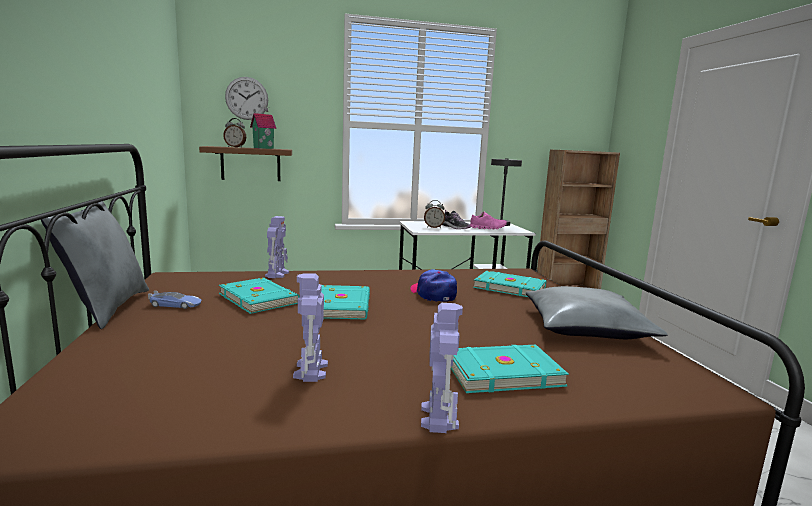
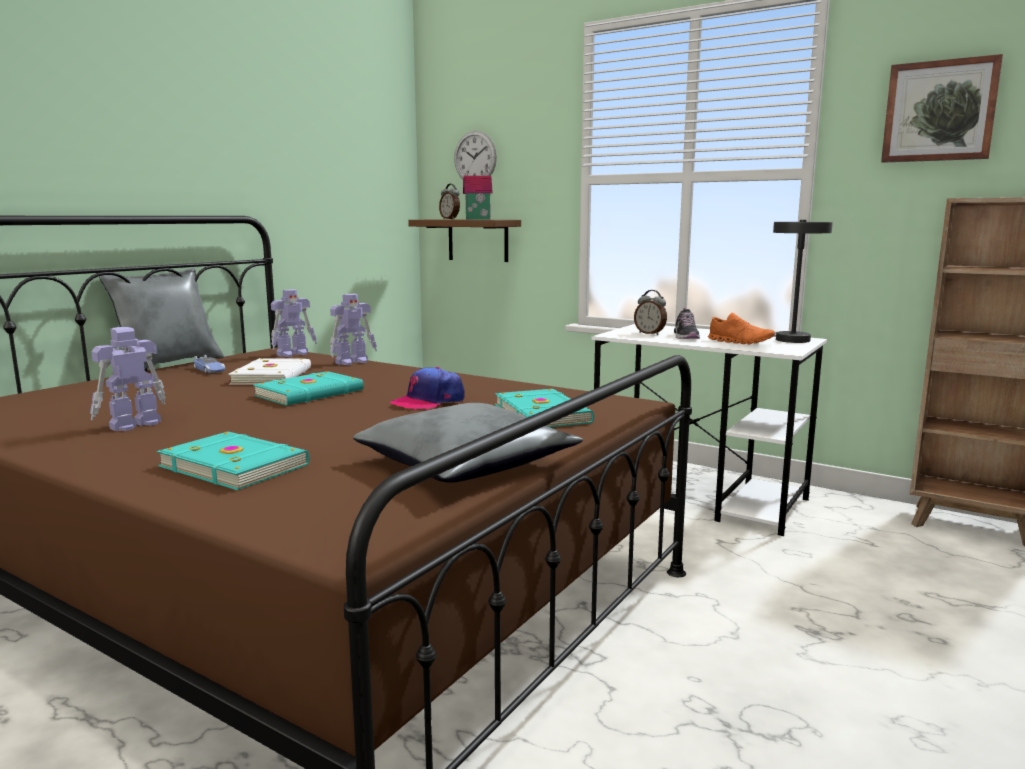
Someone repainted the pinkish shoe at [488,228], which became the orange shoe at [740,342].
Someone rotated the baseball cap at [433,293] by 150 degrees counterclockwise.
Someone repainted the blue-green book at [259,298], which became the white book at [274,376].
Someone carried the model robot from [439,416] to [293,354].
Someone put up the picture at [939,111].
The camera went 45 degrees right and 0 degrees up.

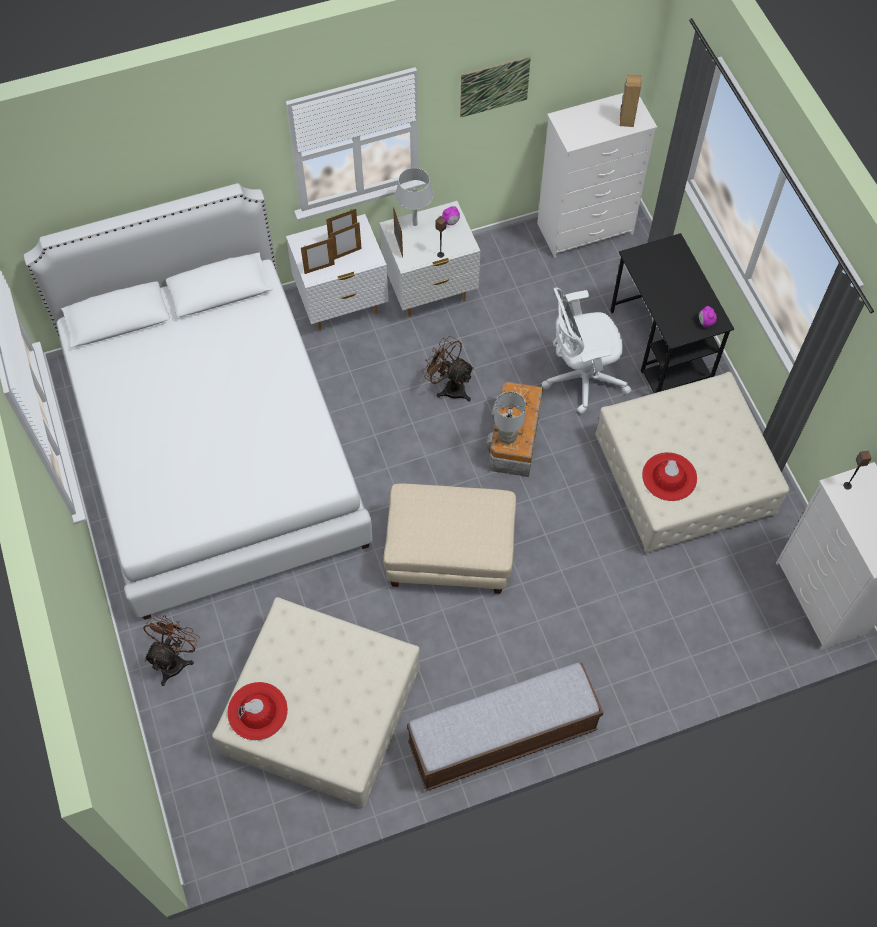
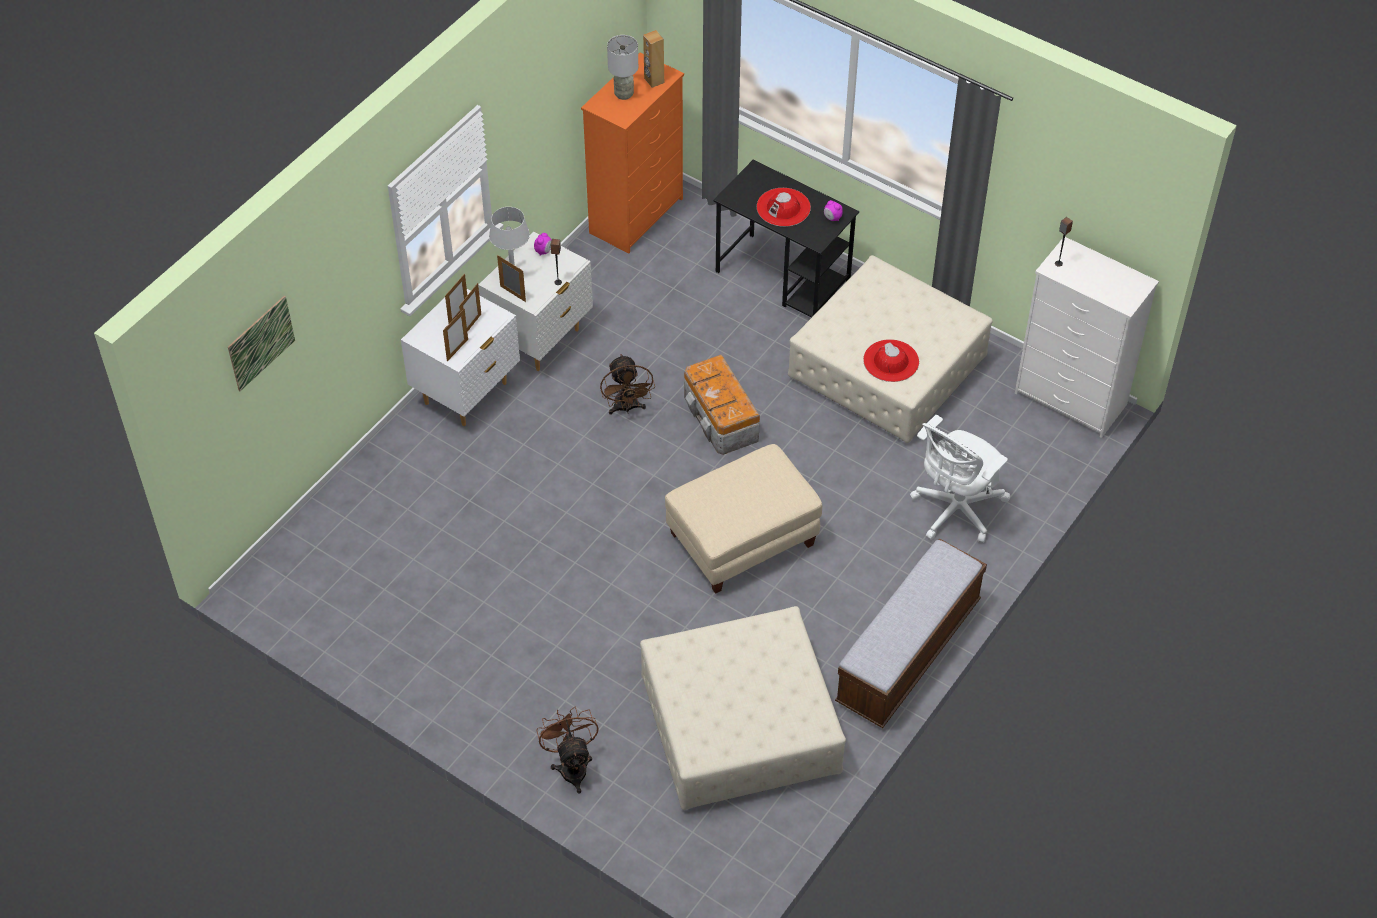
Someone carried the picture from [494,86] to [261,343].
Someone repainted the white dresser at [586,229], which became the orange dresser at [637,215].
Someone took away the white bedroom bed at [215,449].
Someone carried the white office chair from [580,379] to [955,511].
Someone rotated the brown cooling fan at [449,387] by 105 degrees counterclockwise.
Someone carried the gray lamp for a table from [507,436] to [624,94].
Someone carried the reddish hat from [257,711] to [783,207].
The camera went 35 degrees left and 10 degrees down.

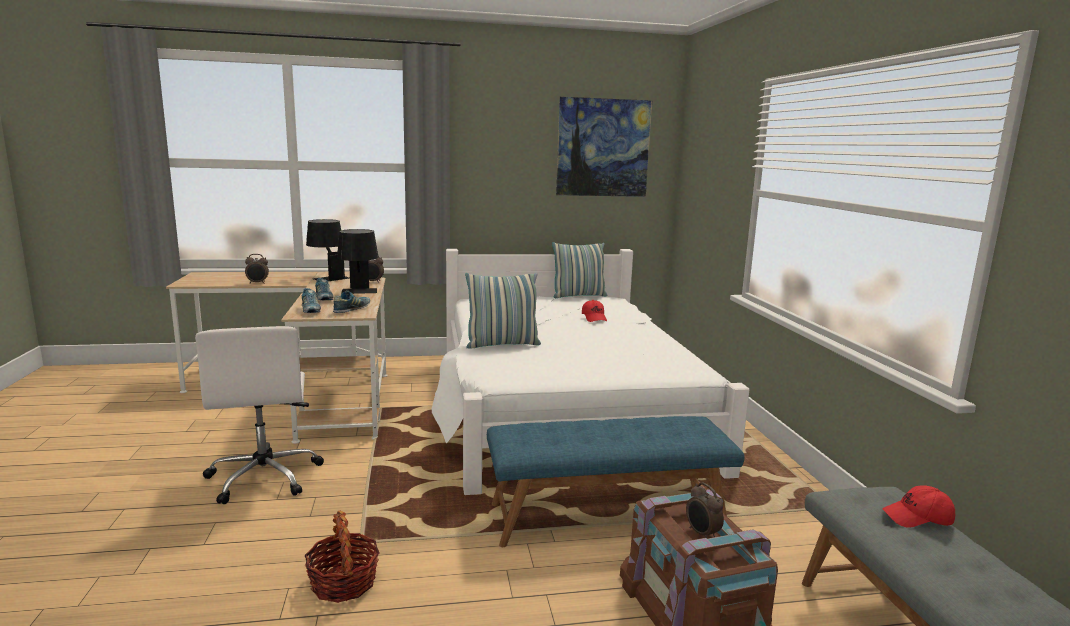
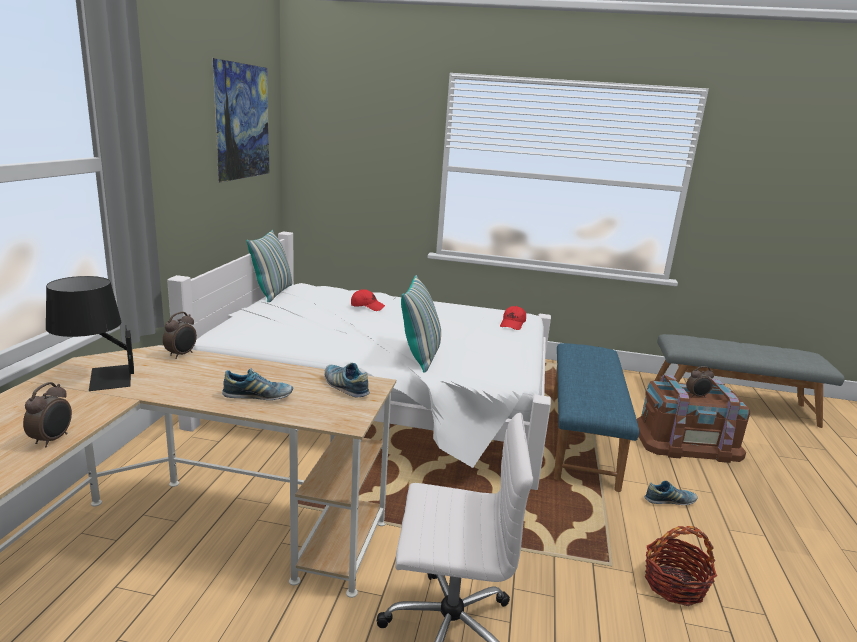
Someone took away the blackish lamp for a table at [359,292].
Someone carried the shoe from [310,310] to [669,501].
Someone carried the reddish baseball cap from [918,518] to [513,324].
The camera went 70 degrees left and 5 degrees up.

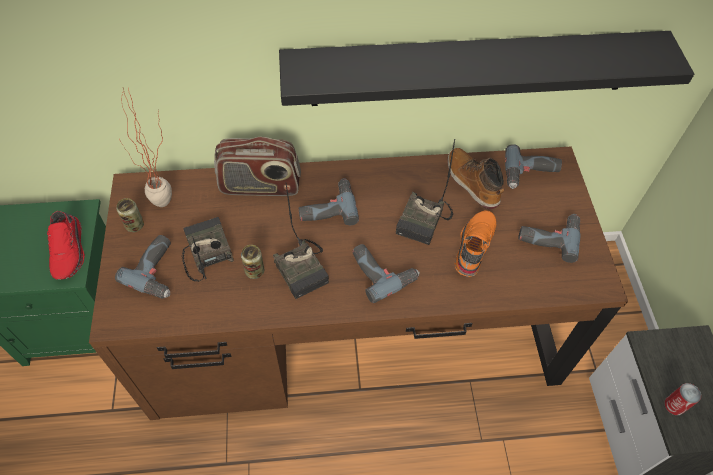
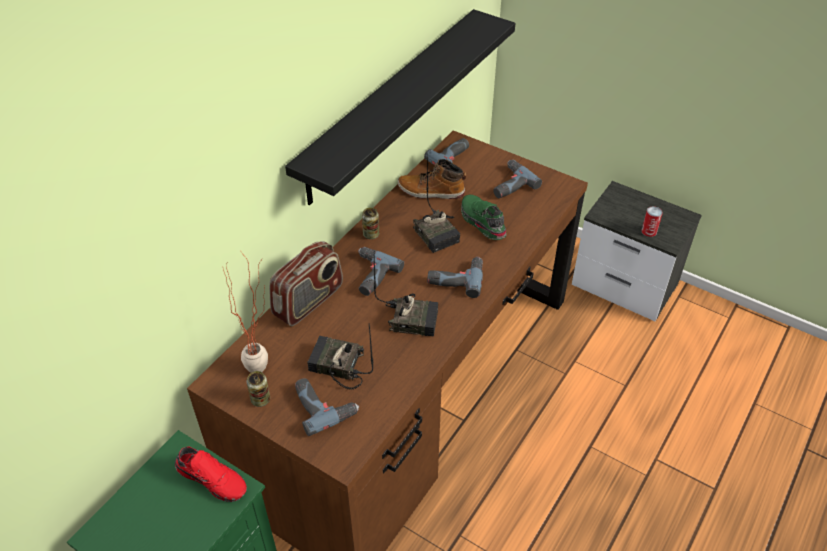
Someone repainted the orange shoe at [473,246], which became the green shoe at [481,222].
Someone carried the metal can from [254,271] to [371,234].
The camera went 50 degrees left and 10 degrees down.

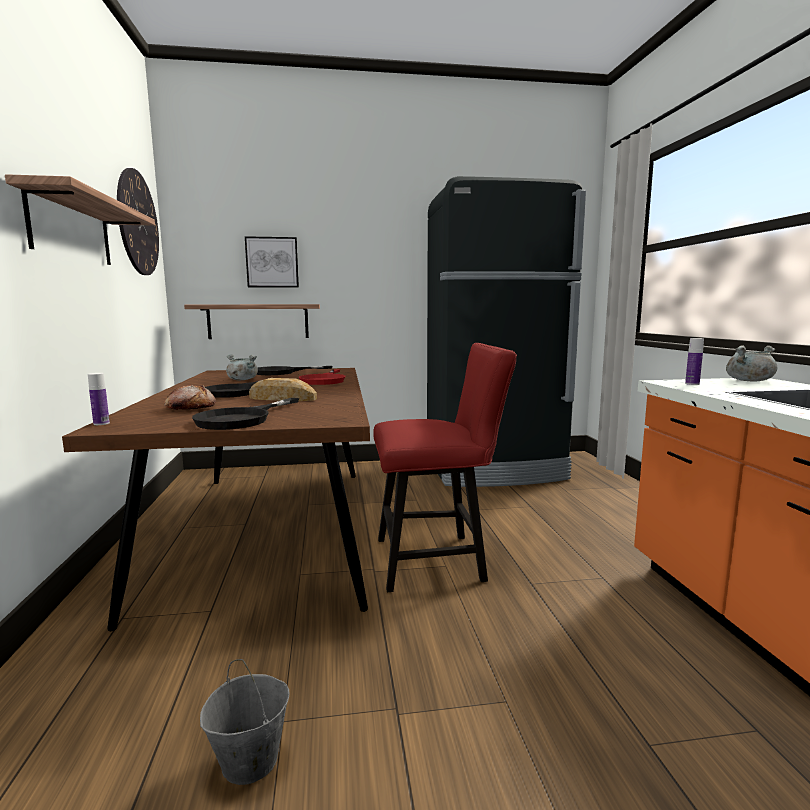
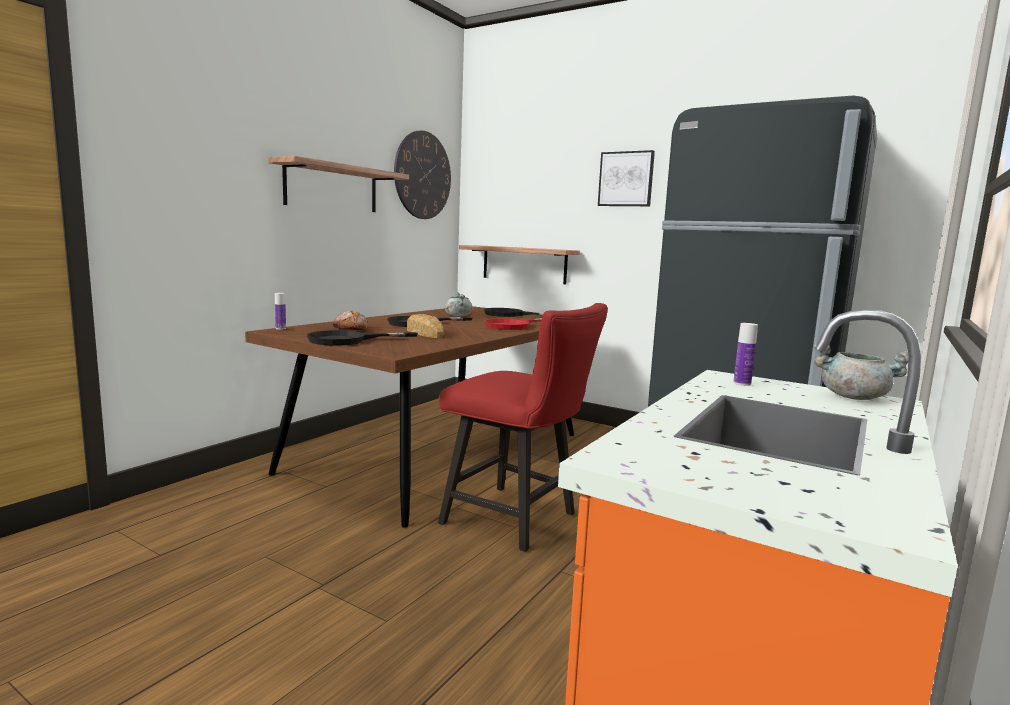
Someone carried the picture from [272,262] to [626,179].
Someone took away the gray pail at [249,761].
The camera went 40 degrees right and 0 degrees up.

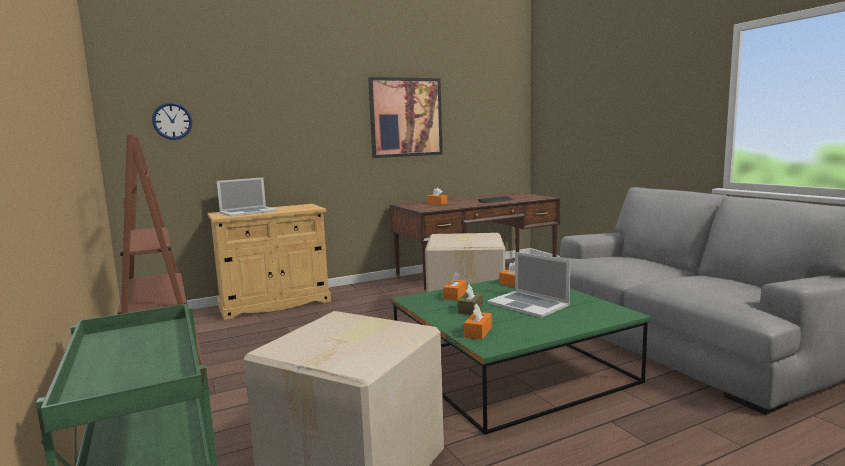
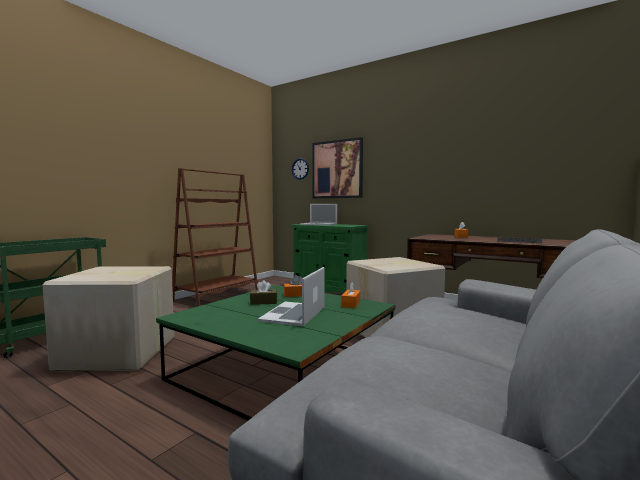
Someone carried the picture from [406,117] to [337,169].
Someone repainted the beige storage cabinet at [275,304], which became the green storage cabinet at [329,288].
Someone took away the orange tissue box at [478,332].
The camera went 60 degrees right and 5 degrees down.

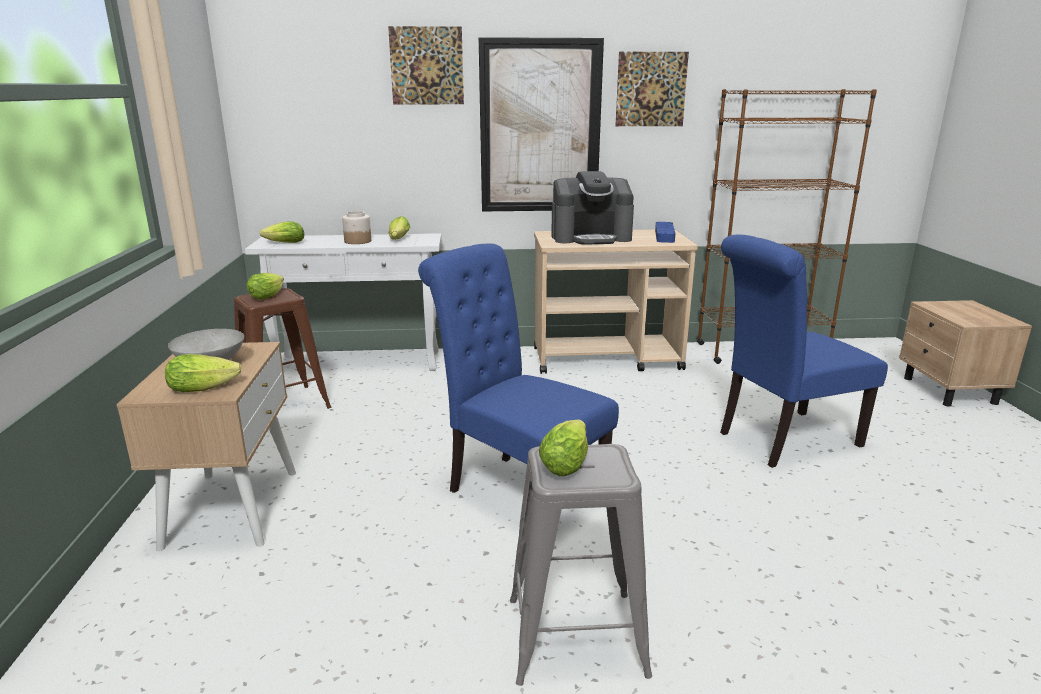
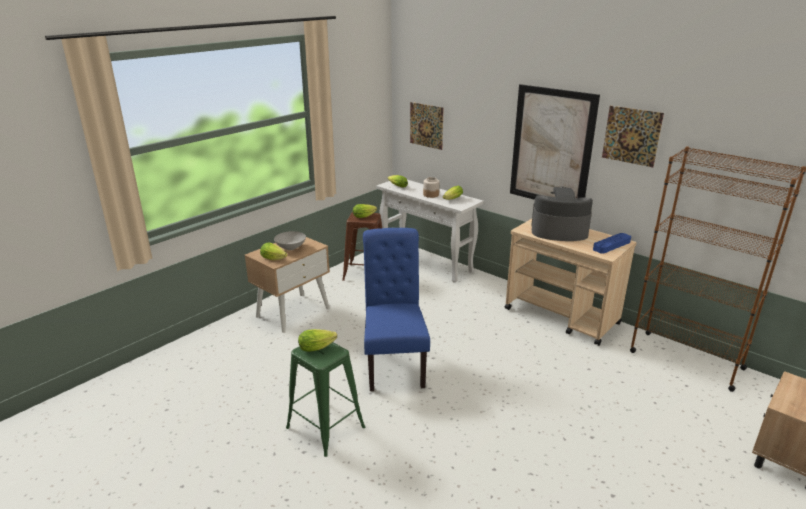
Someone carried the picture from [427,66] to [426,125].
Someone rotated the coffee machine at [591,237] by 150 degrees clockwise.
Someone took away the bluish chair at [782,440].
Someone repainted the gray stool at [576,636], which became the green stool at [325,427].
The camera went 45 degrees right and 5 degrees up.

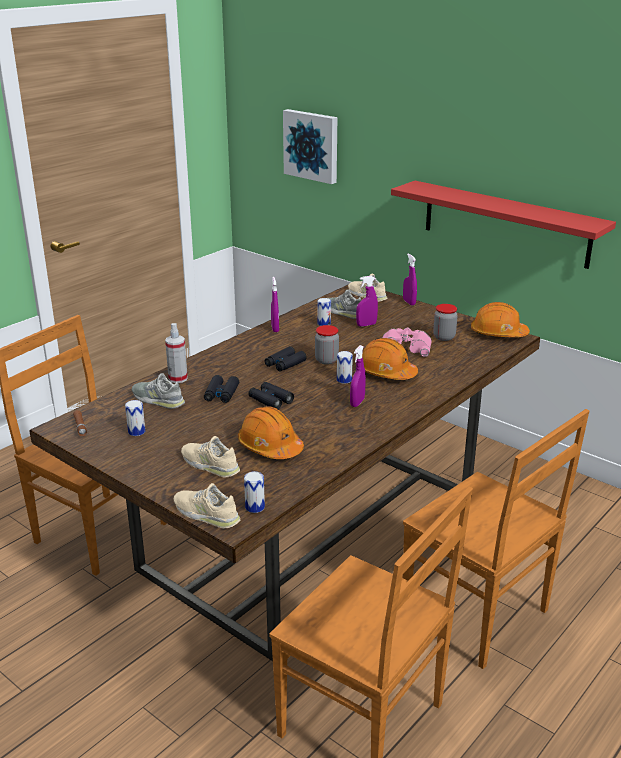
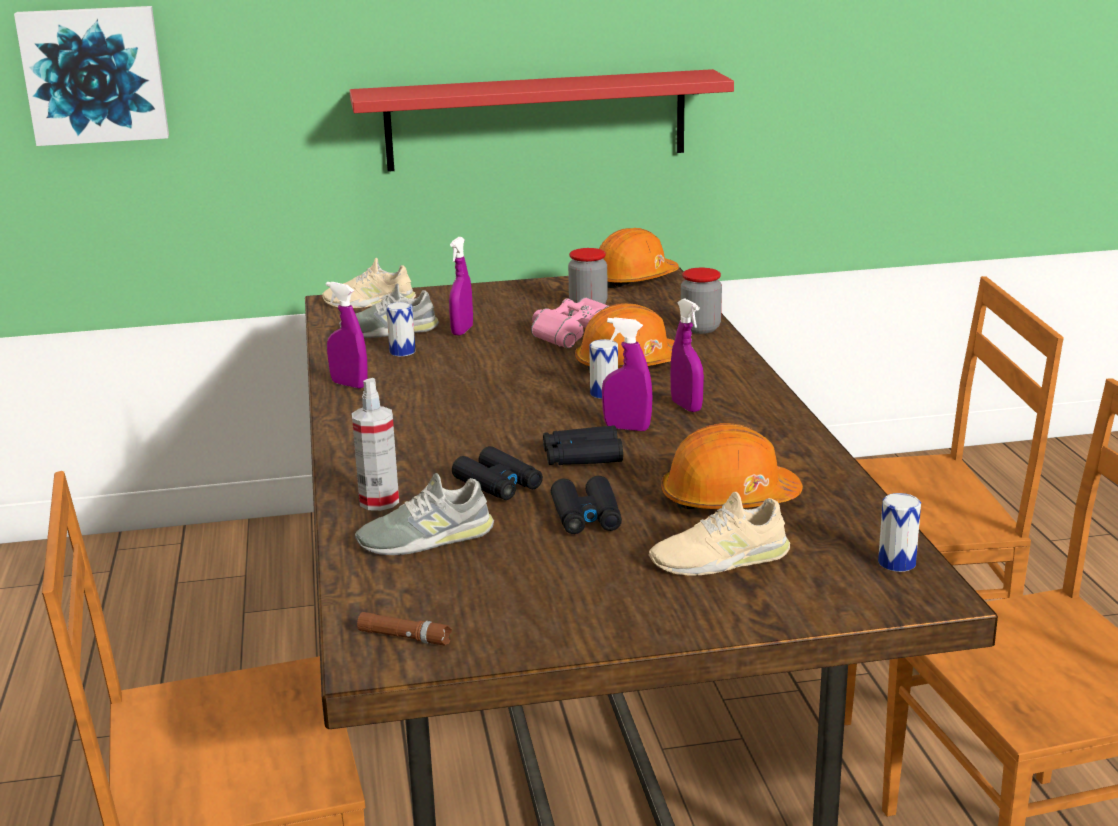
Someone carried the purple hand sprayer from [409,302] to [627,428].
Someone carried the storage jar from [326,360] to [700,328].
Someone carried the blackish binoculars from [285,364] to [586,516].
Someone took away the metal can at [136,431].
Someone took away the beige shoe at [206,513].
The camera went 50 degrees left and 5 degrees down.

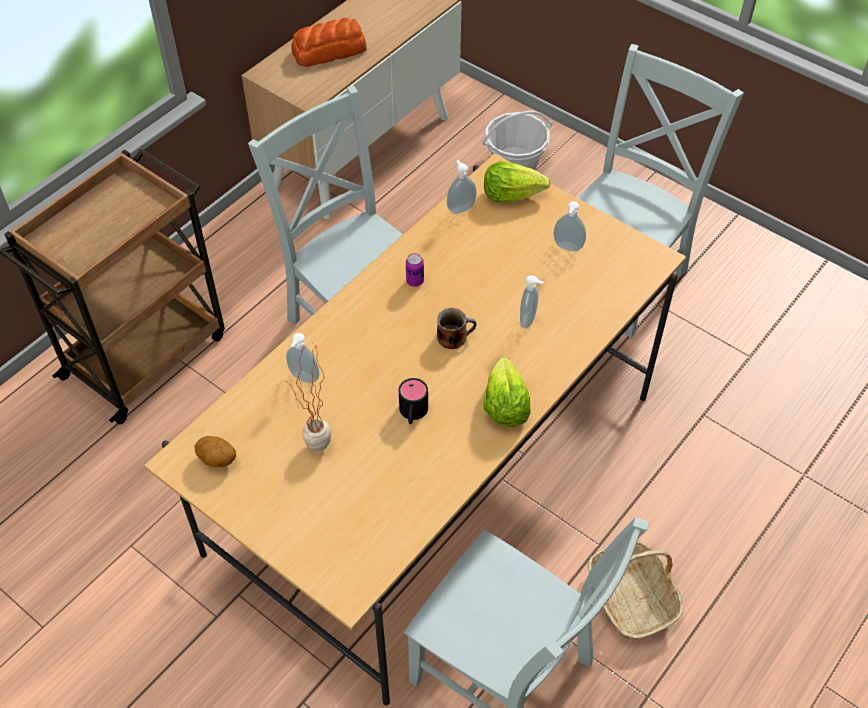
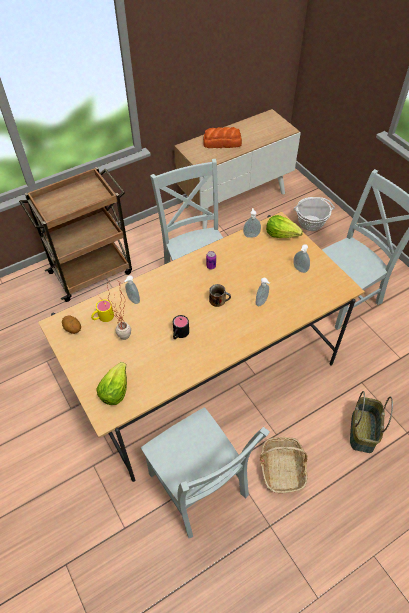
Someone carried the lettuce from [504,405] to [114,390].
Someone put down the yellow mug at [103,317].
Someone put down the basket at [363,431].
The camera went 20 degrees right and 0 degrees up.

